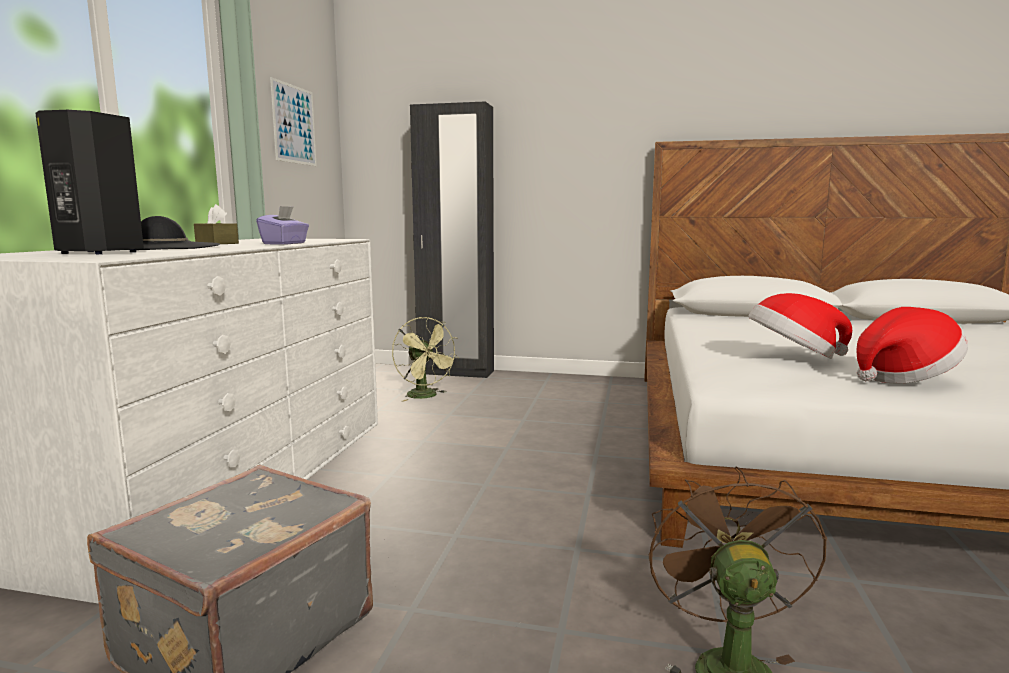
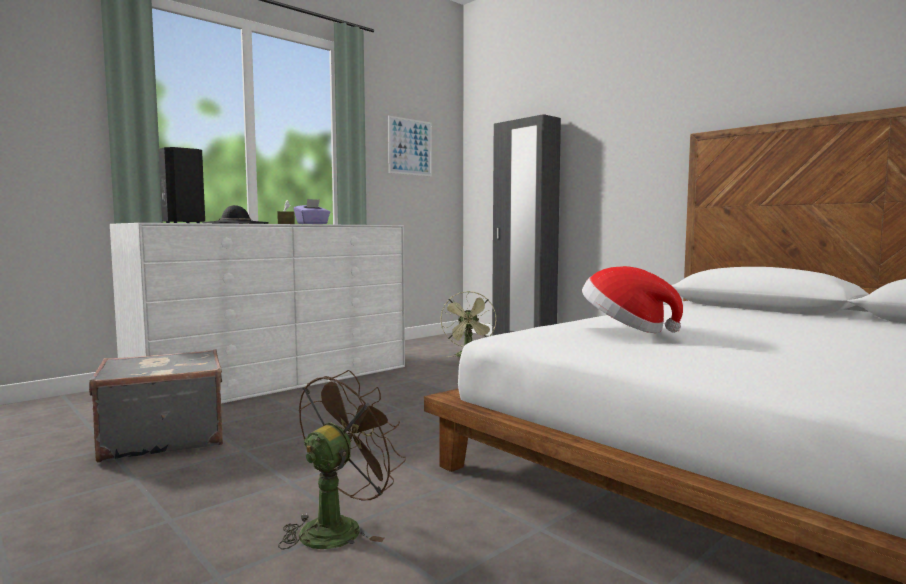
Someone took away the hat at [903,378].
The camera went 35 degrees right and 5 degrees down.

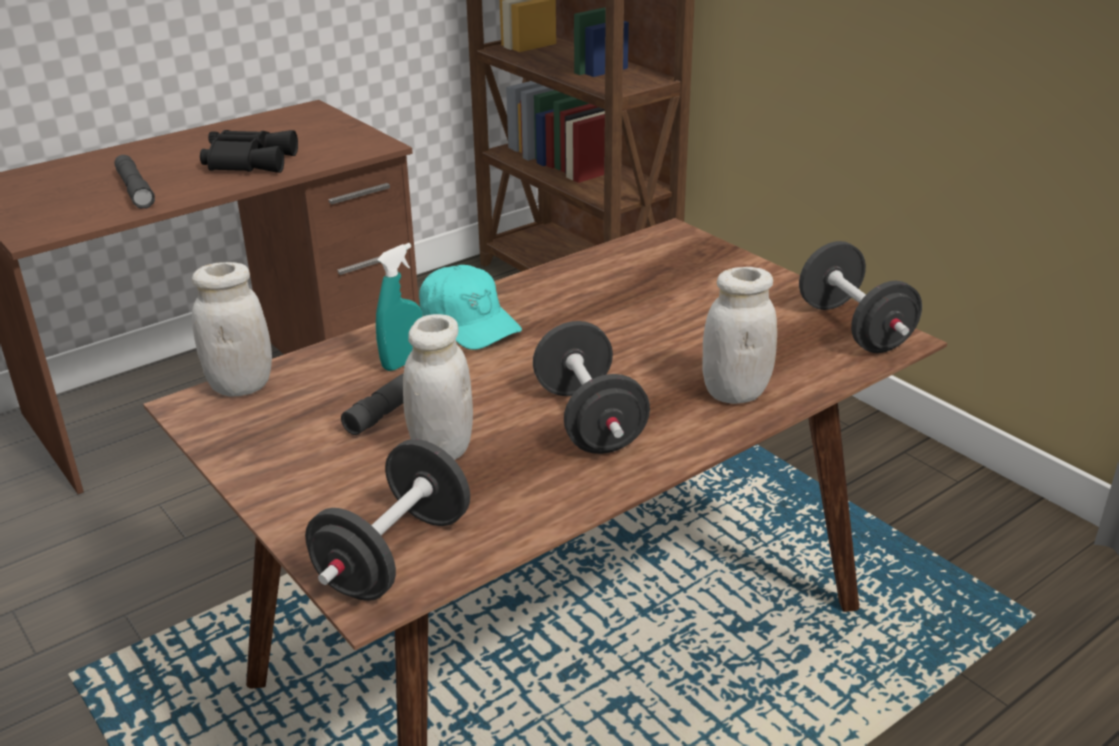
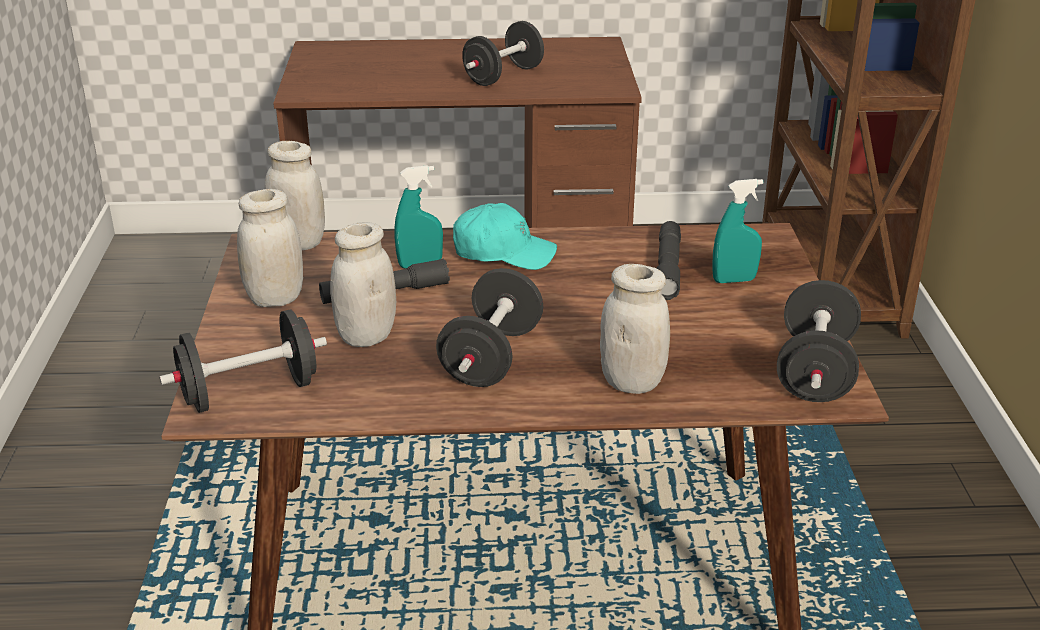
Someone swapped the blackish binoculars at [249,161] for the blackish hand weight at [503,76].
Someone carried the gray torch from [135,190] to [667,269].
Someone rotated the blue-green baseball cap at [469,322] by 75 degrees counterclockwise.
Someone put down the blue-green hand sprayer at [734,280].
Someone put down the white storage jar at [275,299].
The camera went 35 degrees right and 0 degrees up.

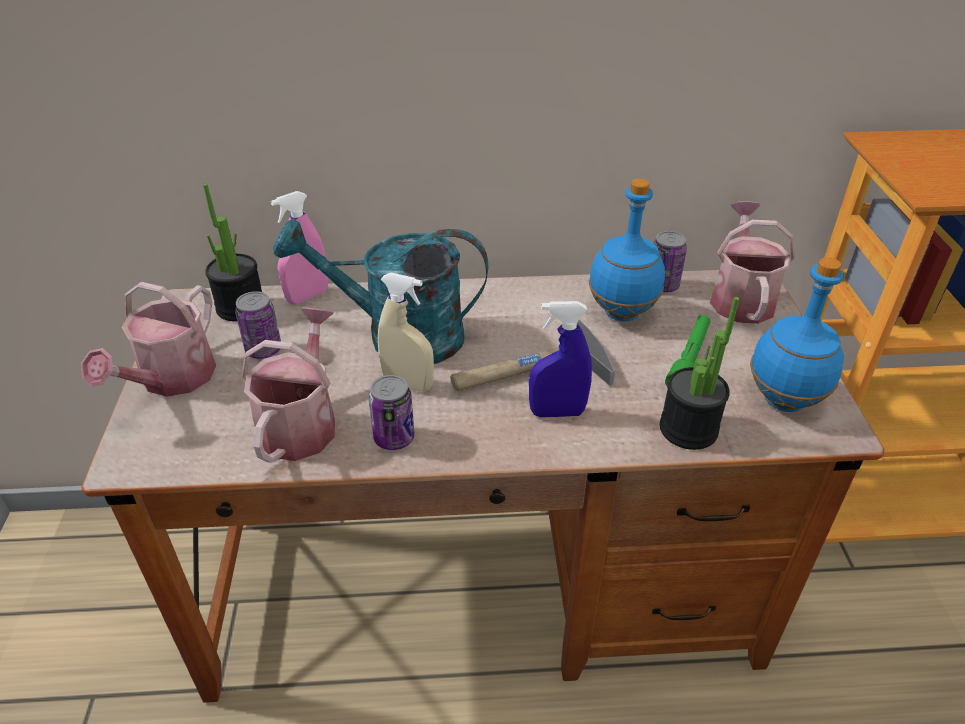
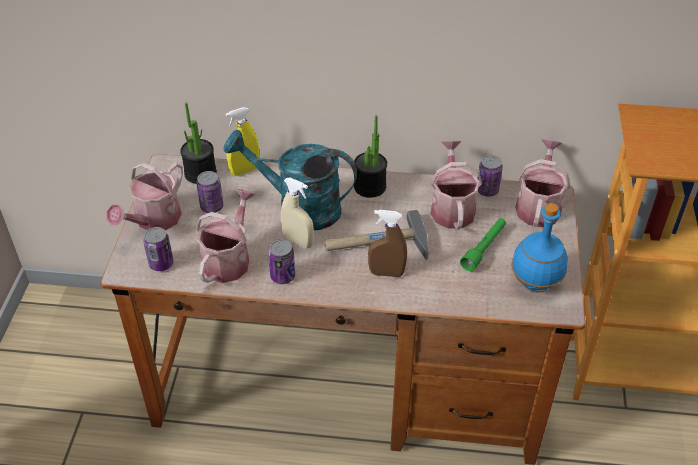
Someone swapped the bluish bottle at [622,312] for the watering pot at [452,207].
Someone repainted the pinkish hand sprayer at [307,297], which became the yellow hand sprayer at [244,170].
Someone carried the houseplant from [688,429] to [370,187].
Someone repainted the bluish hand sprayer at [557,412], which became the brown hand sprayer at [386,273].
Someone put down the metal can at [161,264].
The camera went 10 degrees right and 5 degrees up.

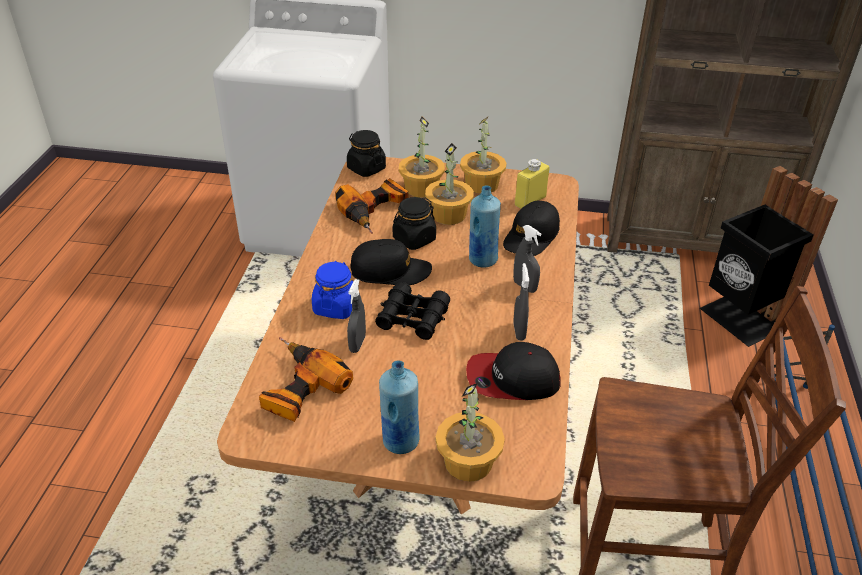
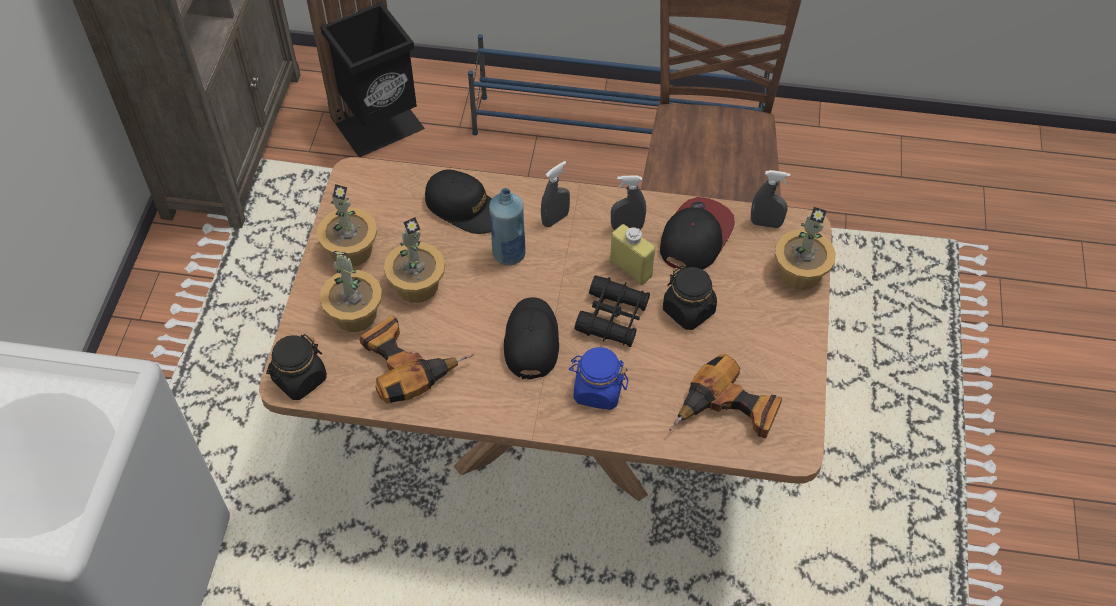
Someone carried the yellow bottle from [530,201] to [631,269].
Someone carried the blackish storage jar from [414,239] to [689,310].
Someone carried the gray hand sprayer from [357,344] to [766,223].
Someone rotated the baseball cap at [512,379] by 150 degrees counterclockwise.
Someone took away the bluish bottle at [400,441].
The camera went 90 degrees left and 15 degrees up.

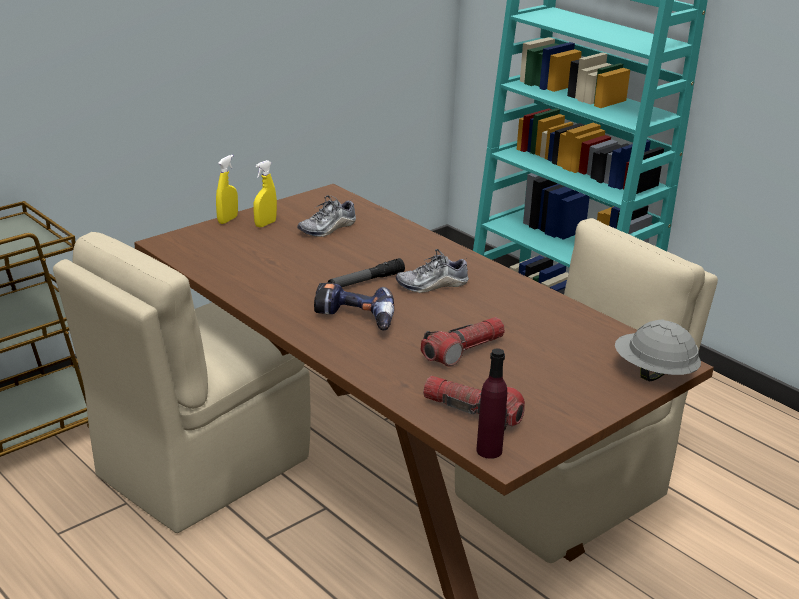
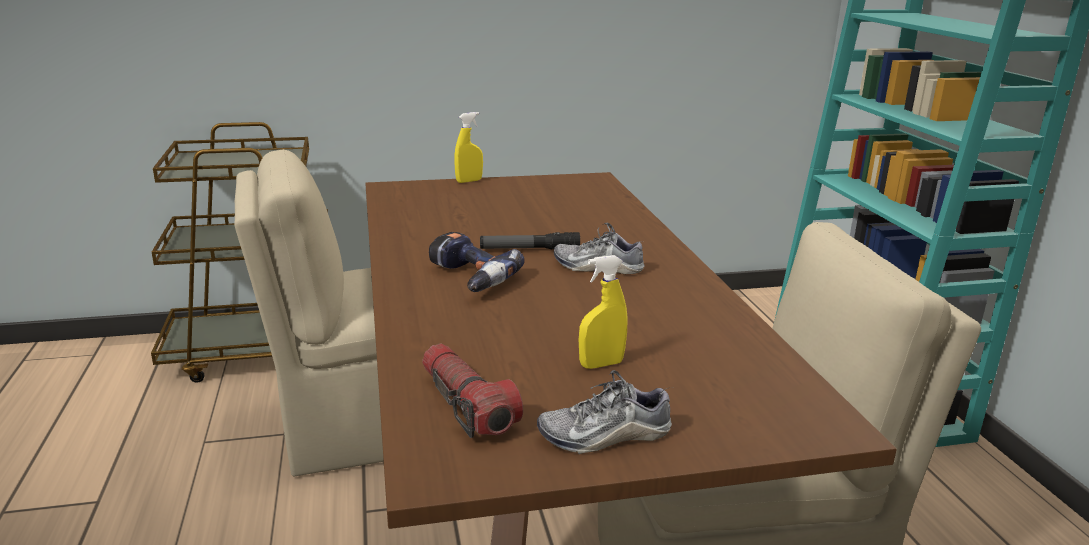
Someone carried the yellow hand sprayer from [265,224] to [601,364].
Someone carried the shoe from [327,228] to [605,435].
Someone took away the torch at [463,351].
Someone took away the gray work helmet at [653,373].
Someone took away the purple bottle at [489,450].
The camera went 30 degrees right and 5 degrees down.

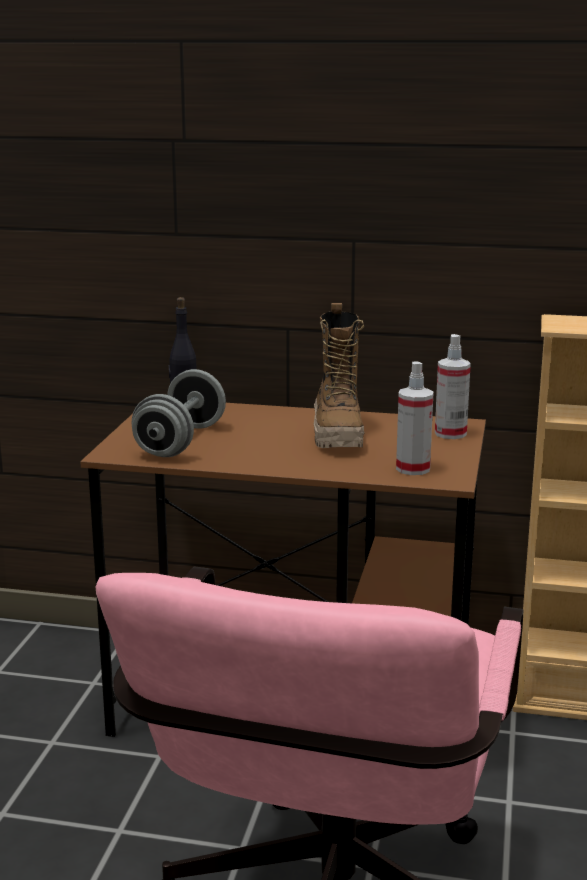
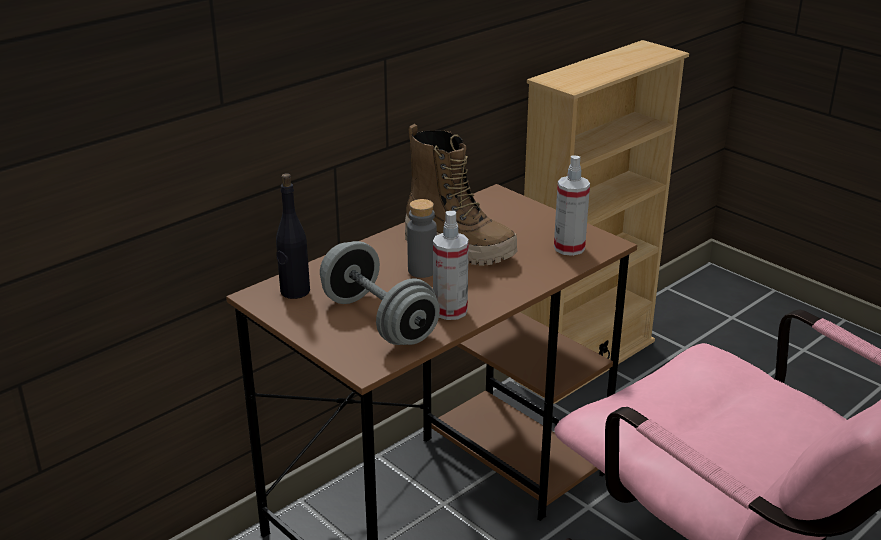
Someone carried the hand sprayer from [450,433] to [450,311].
Someone put down the gray bottle at [422,270].
The camera went 55 degrees left and 10 degrees up.

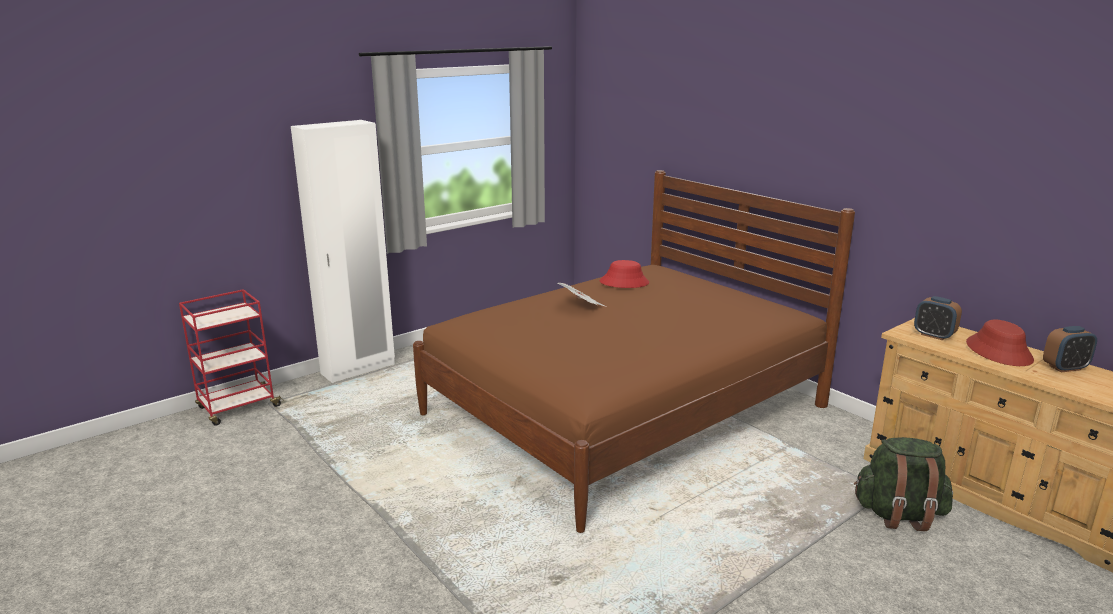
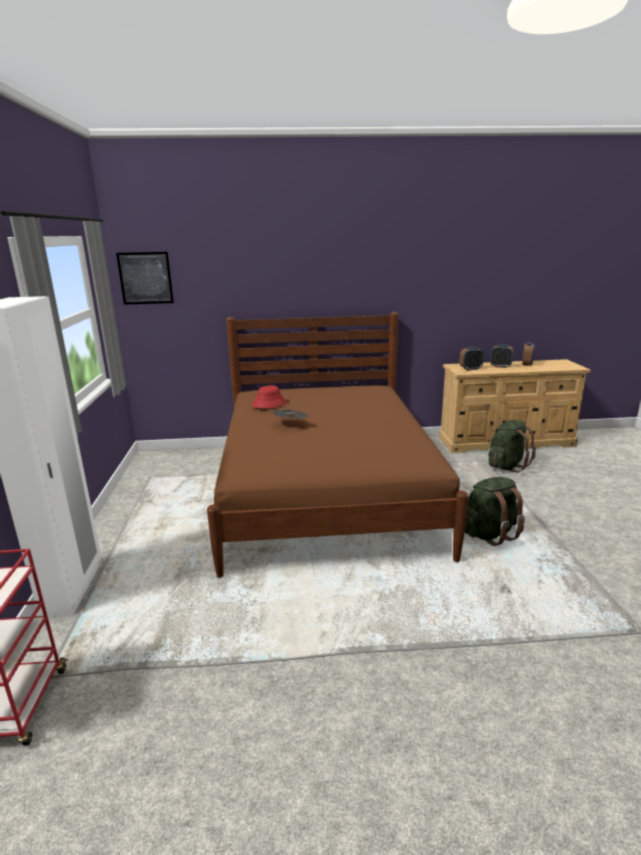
Someone swapped the reddish hat at [999,351] for the table clock at [500,366].
Someone put up the picture at [145,278].
Someone put down the green backpack at [489,534].
The camera went 55 degrees left and 0 degrees up.

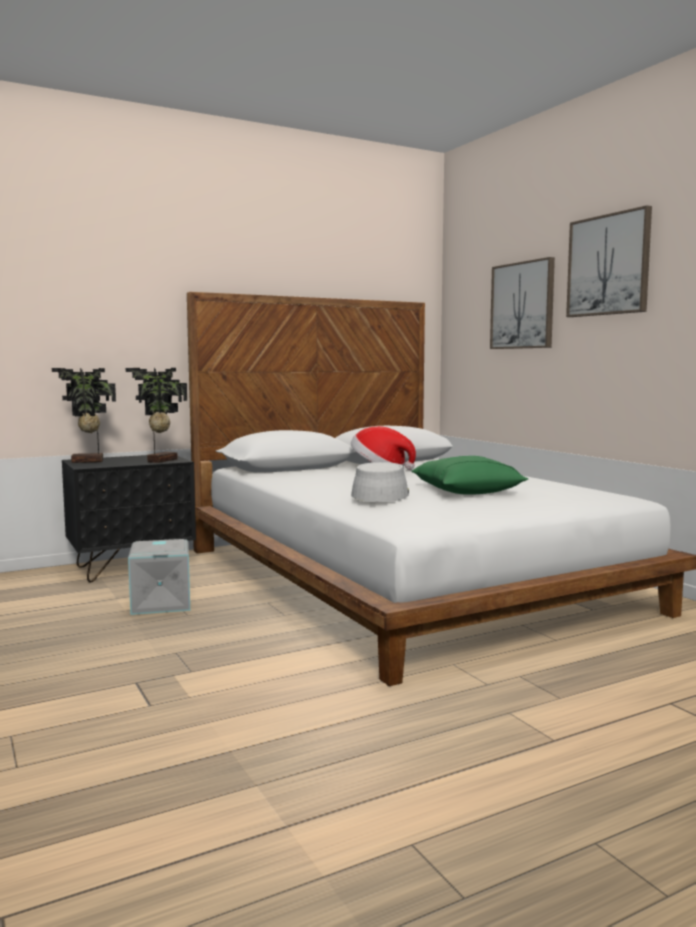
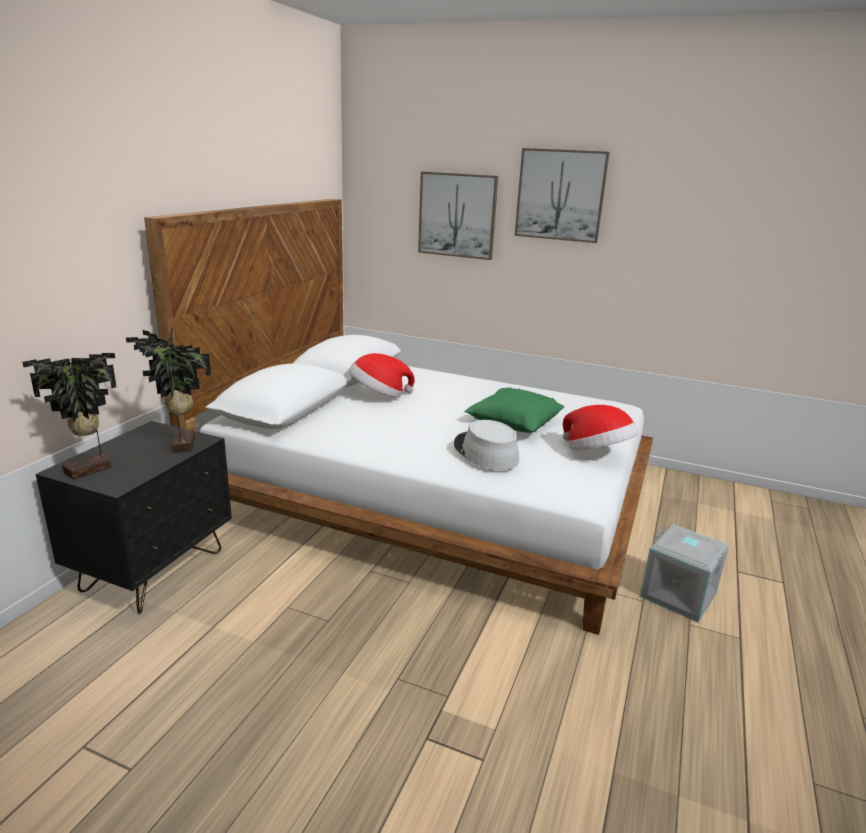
Someone carried the gray storage bin from [160,603] to [677,595].
Someone put down the hat at [596,453].
The camera went 40 degrees left and 15 degrees up.

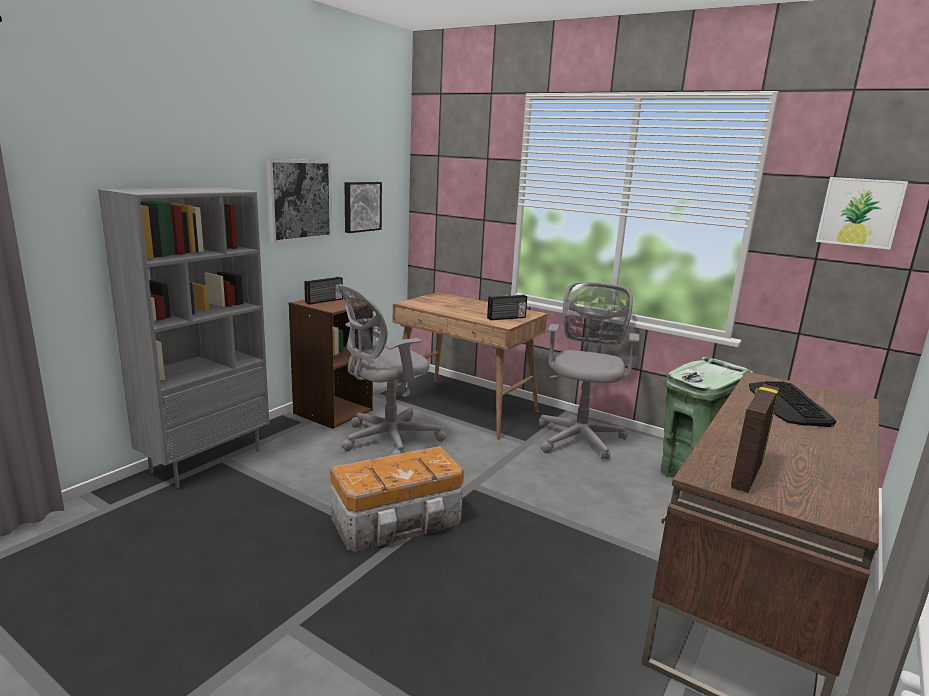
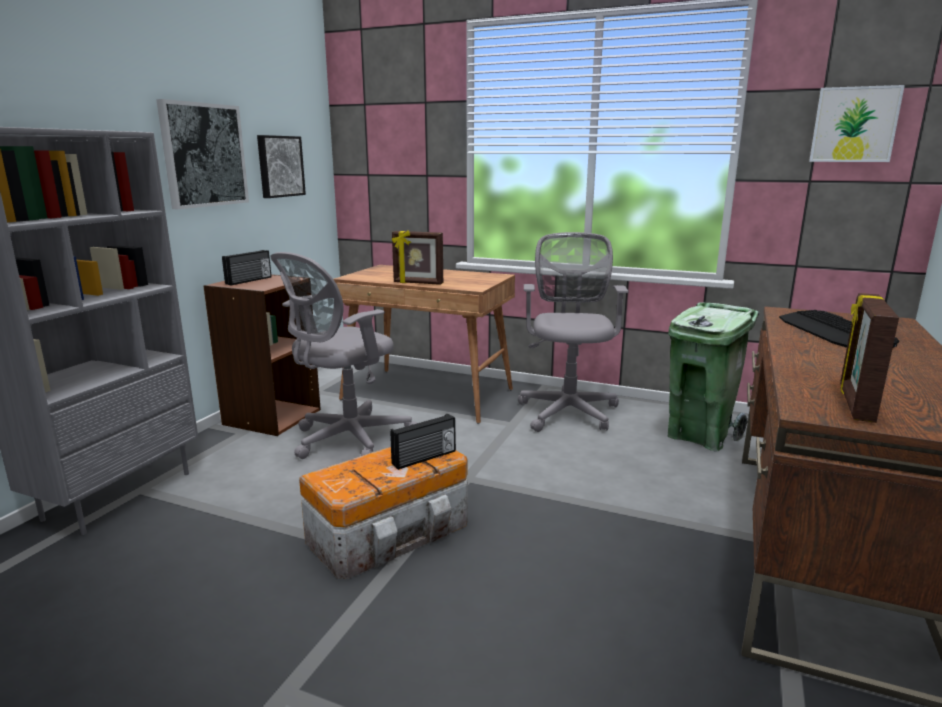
Someone carried the radio set from [506,318] to [425,458].
Someone put down the photo frame at [418,283].
The camera went 10 degrees left and 0 degrees up.

